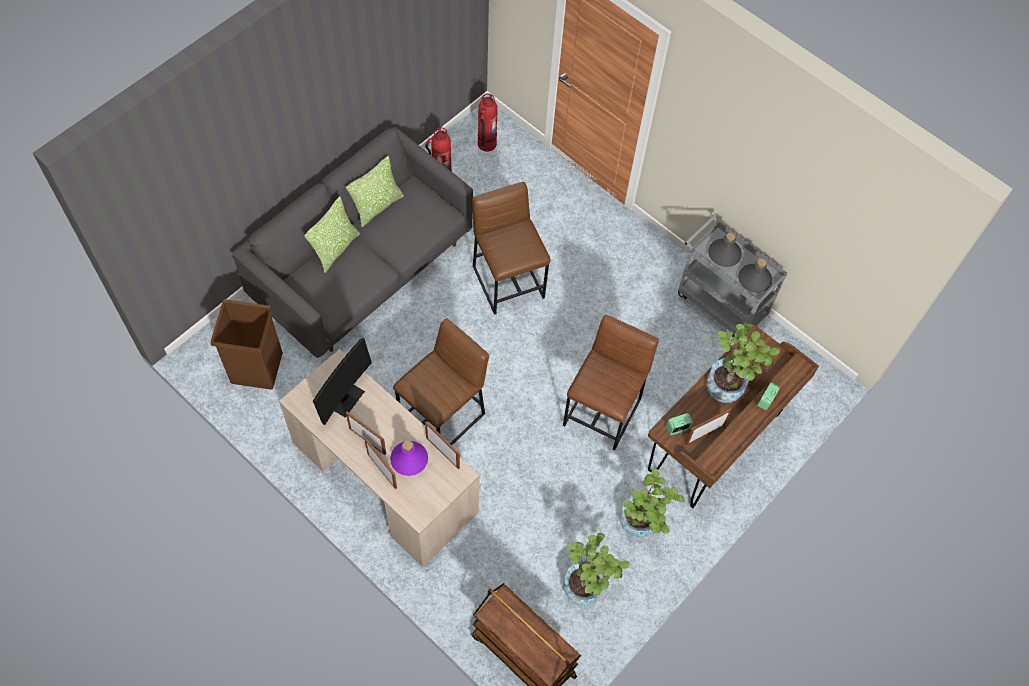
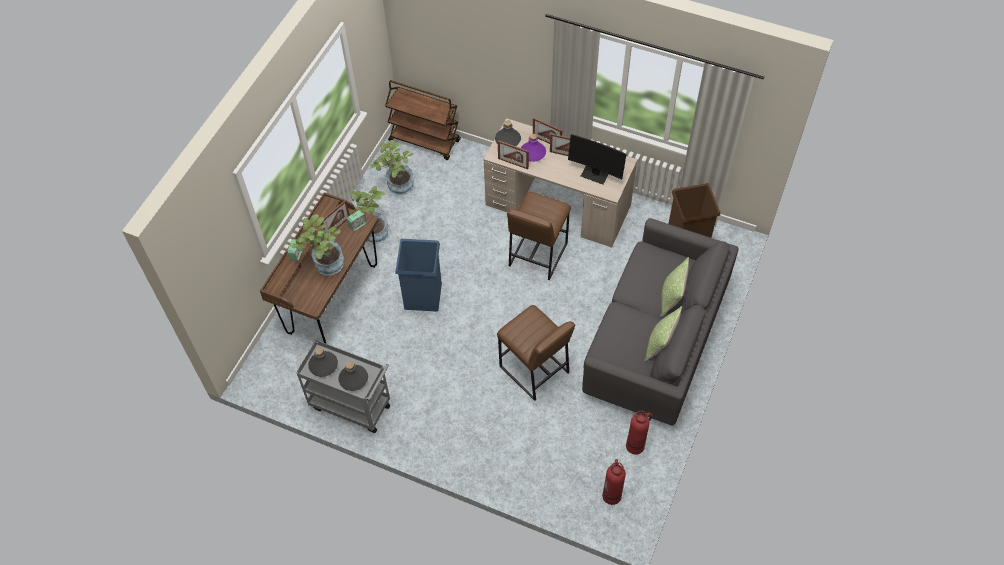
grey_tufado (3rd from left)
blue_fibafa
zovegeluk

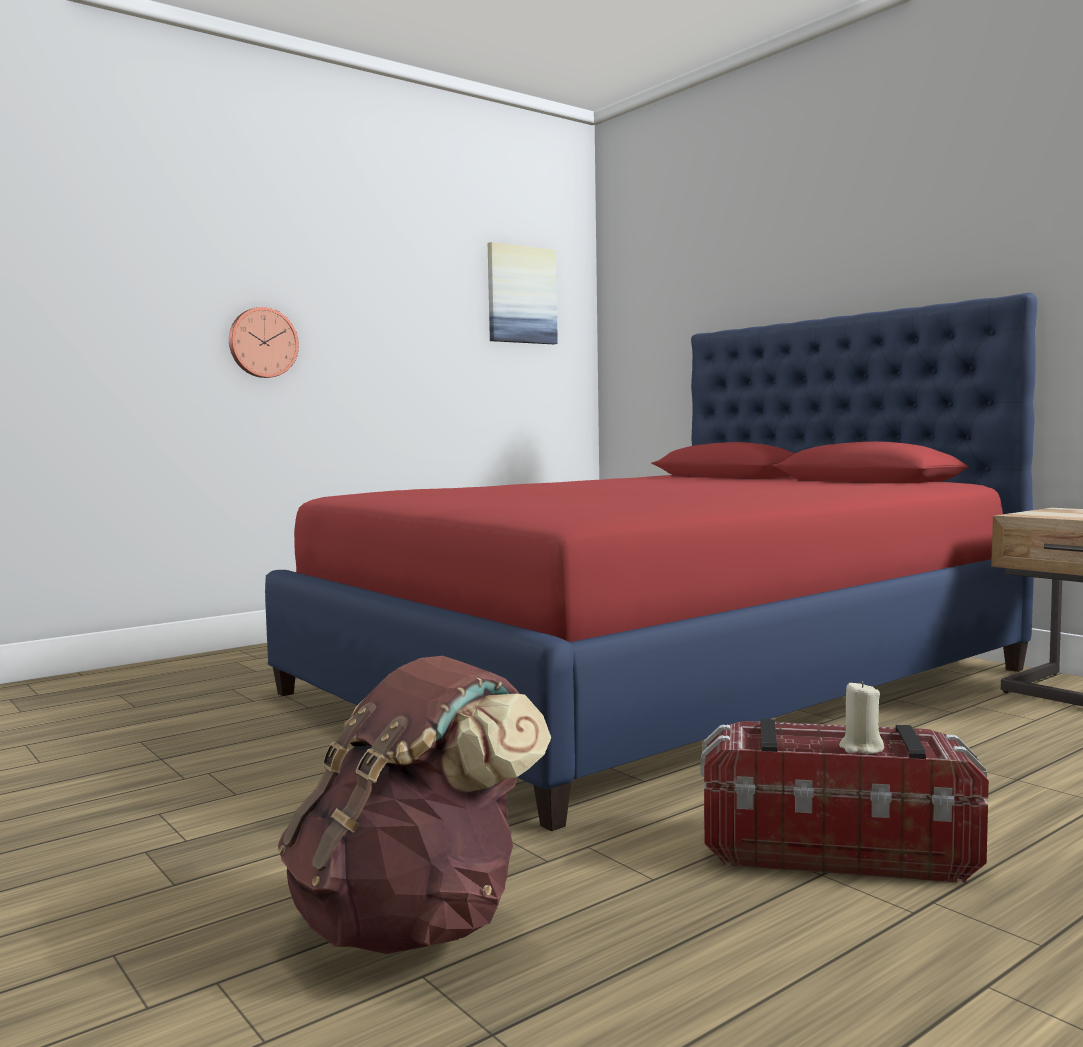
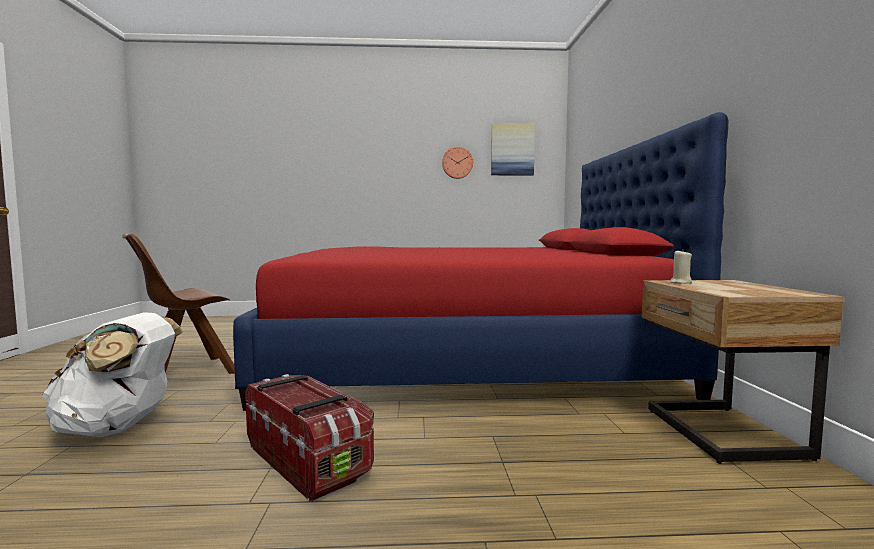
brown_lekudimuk
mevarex
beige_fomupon
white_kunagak

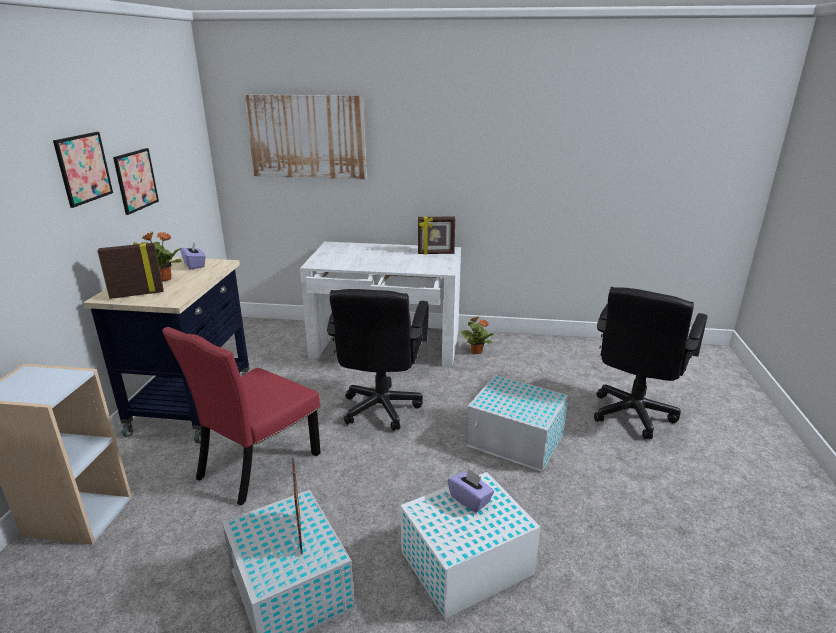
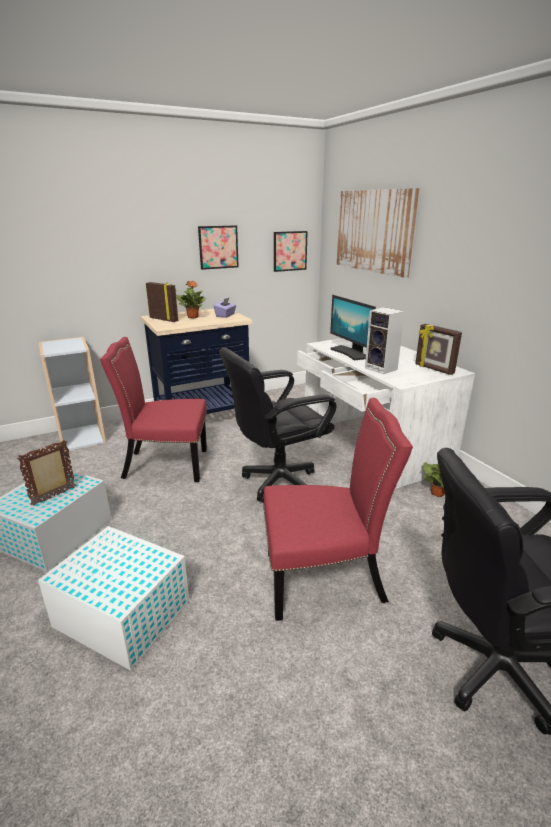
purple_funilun (2nd from left in the first image)
zovegeluk
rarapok
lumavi (2nd from left)
red_lekudimuk (2nd from left)

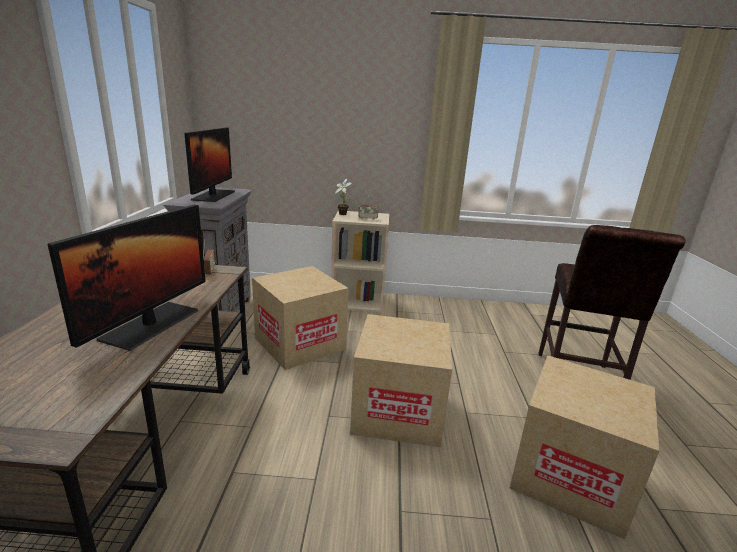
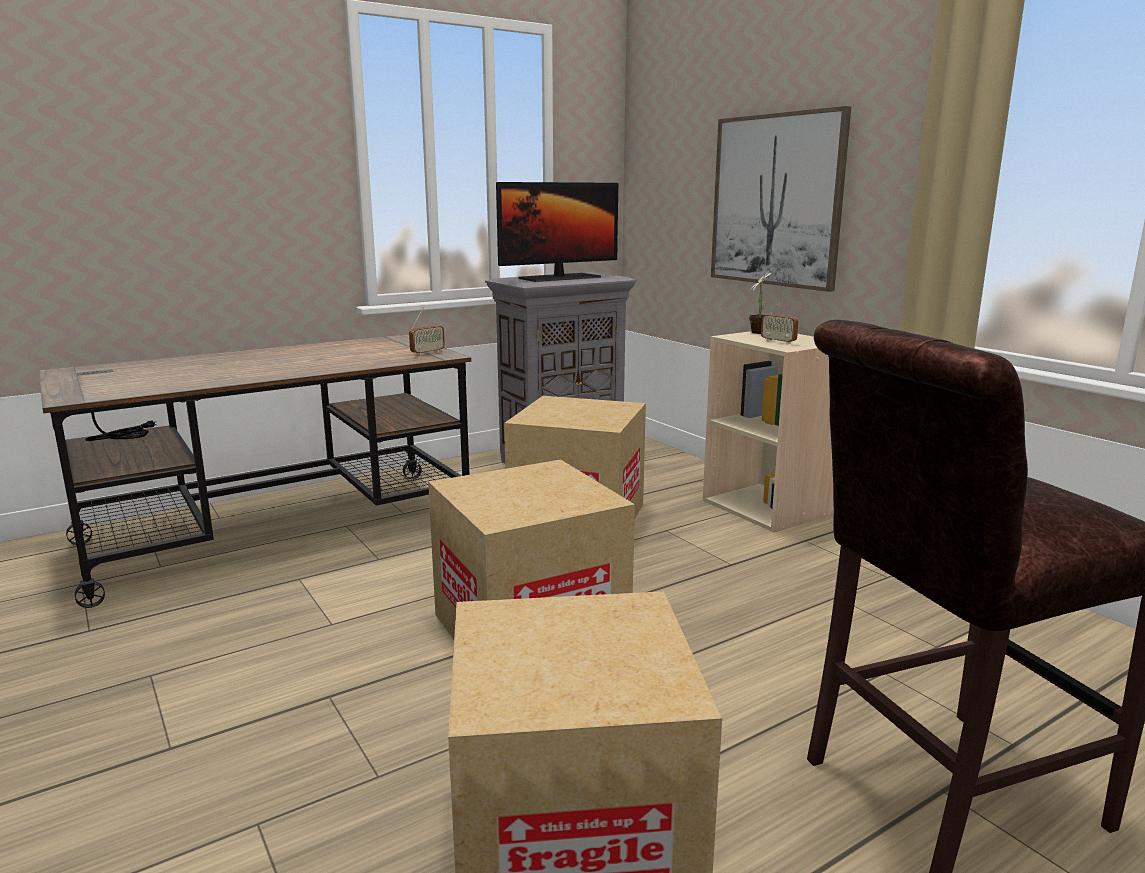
zovegeluk (1st from left in the first image)
lumavi

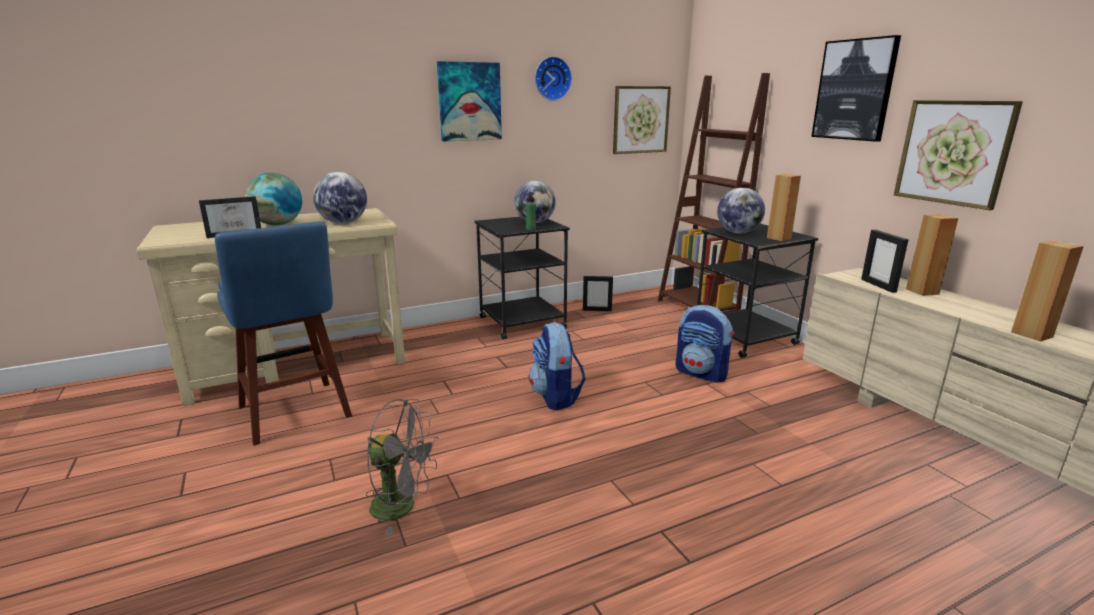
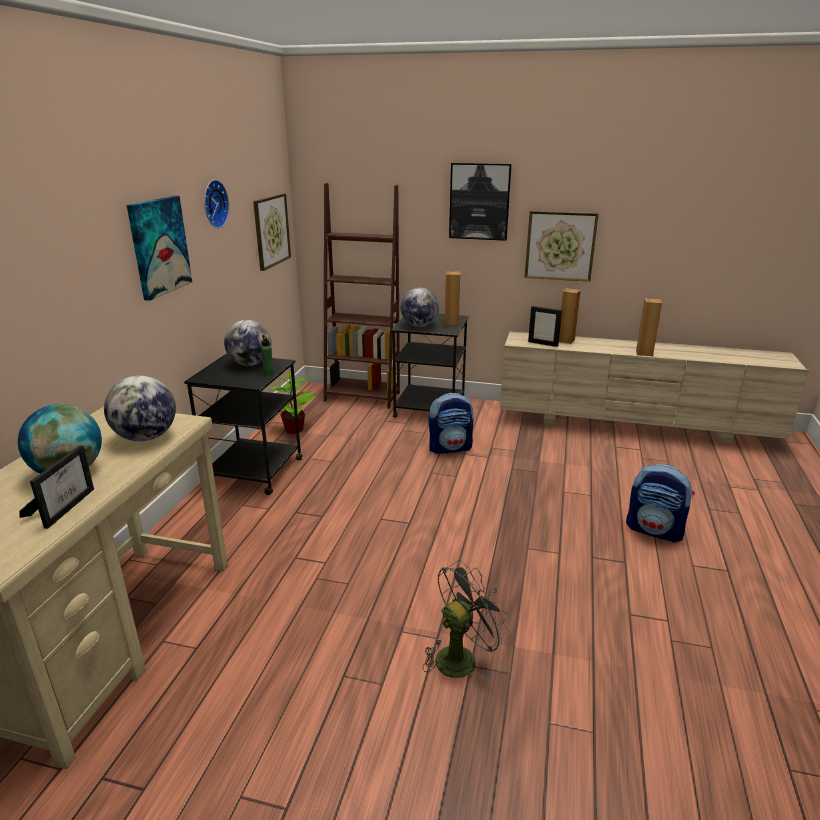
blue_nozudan
kunagak (2nd from left)
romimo

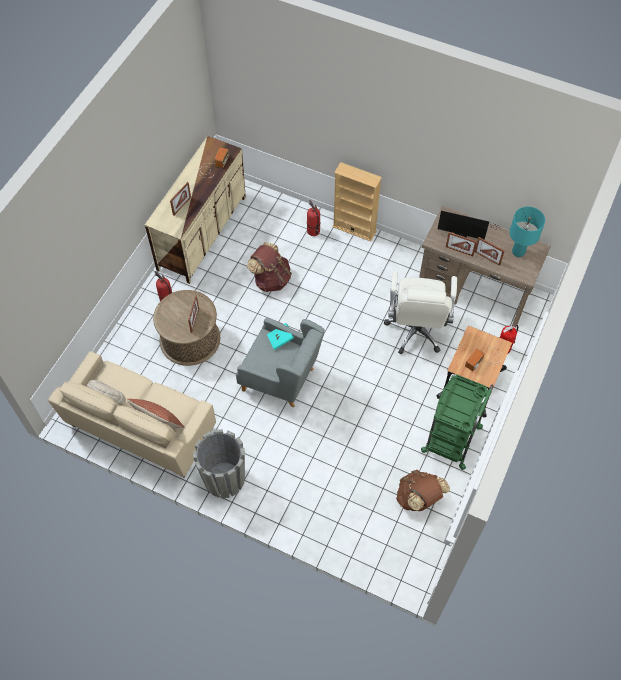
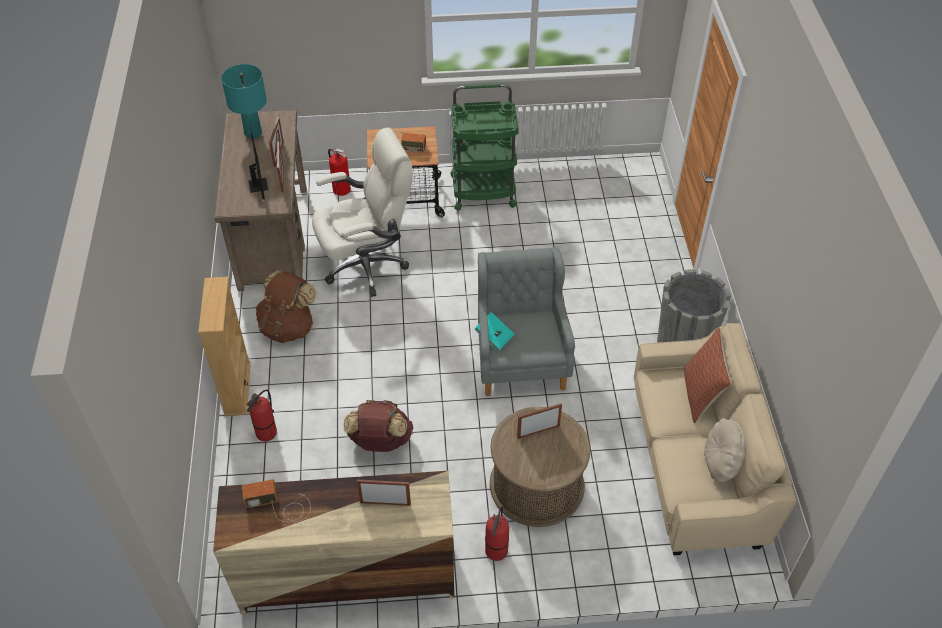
brown_kunagak (1st from left)

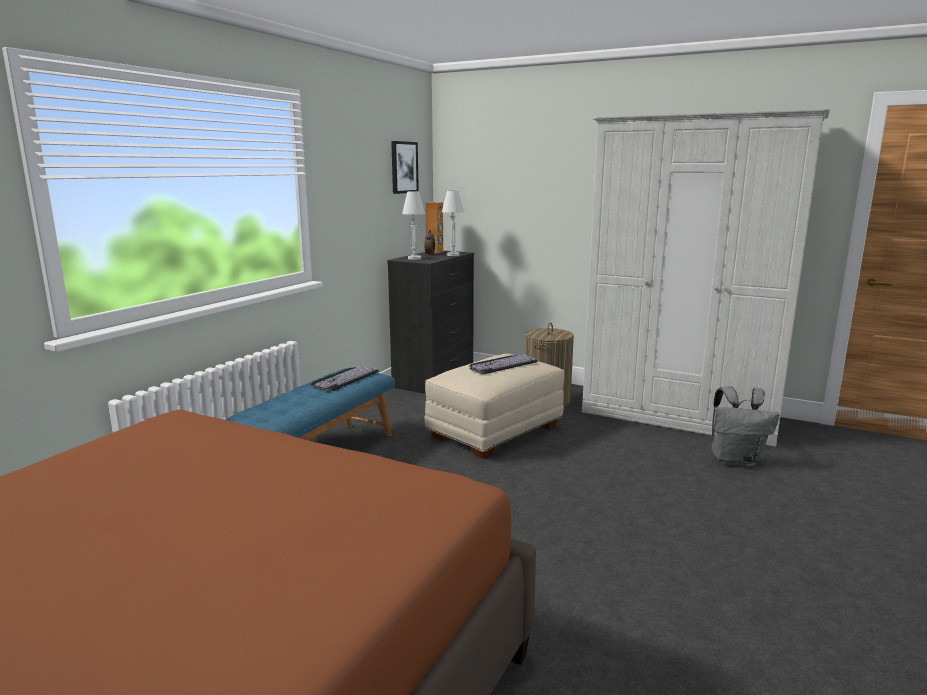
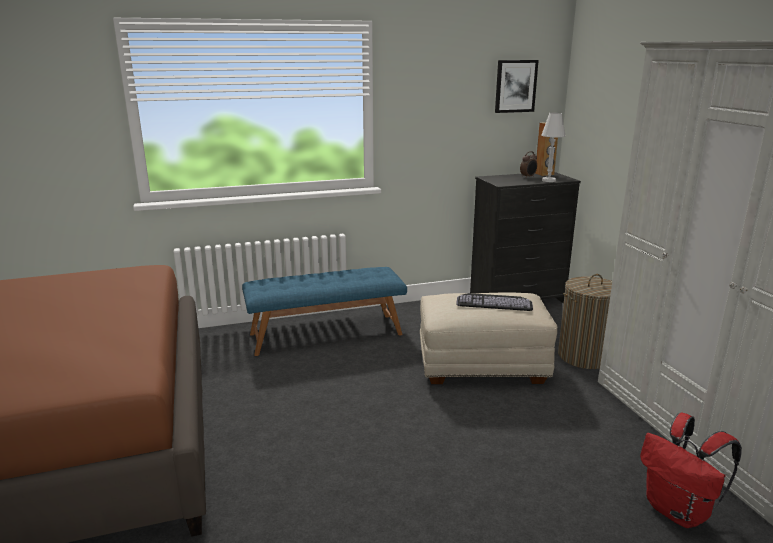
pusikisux (1st from left in the first image)
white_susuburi (1st from left in the first image)
red_kunagak

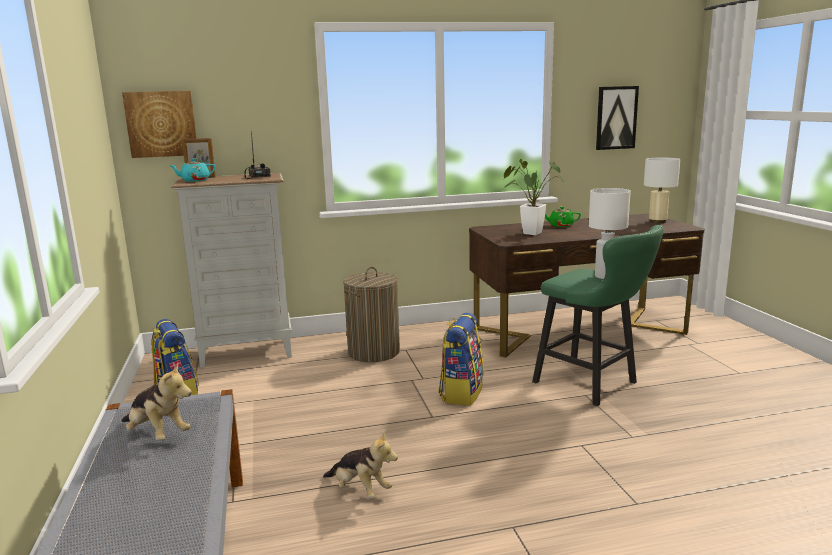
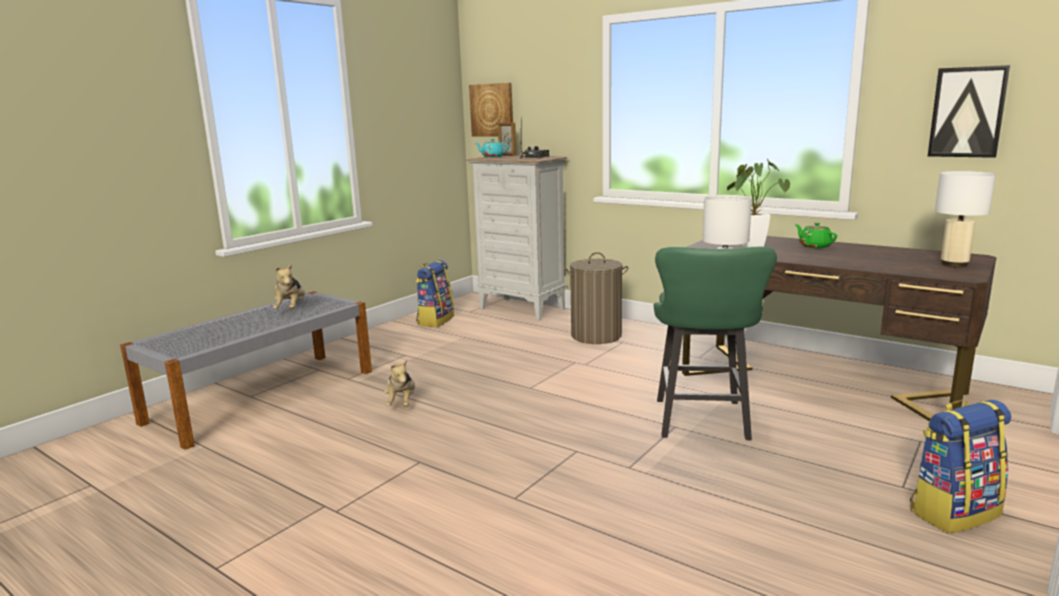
kunagak (2nd from left)

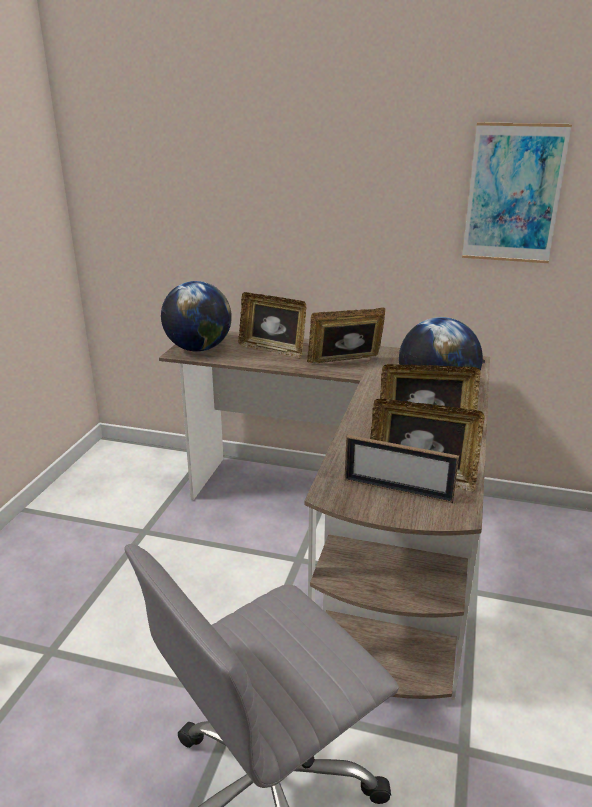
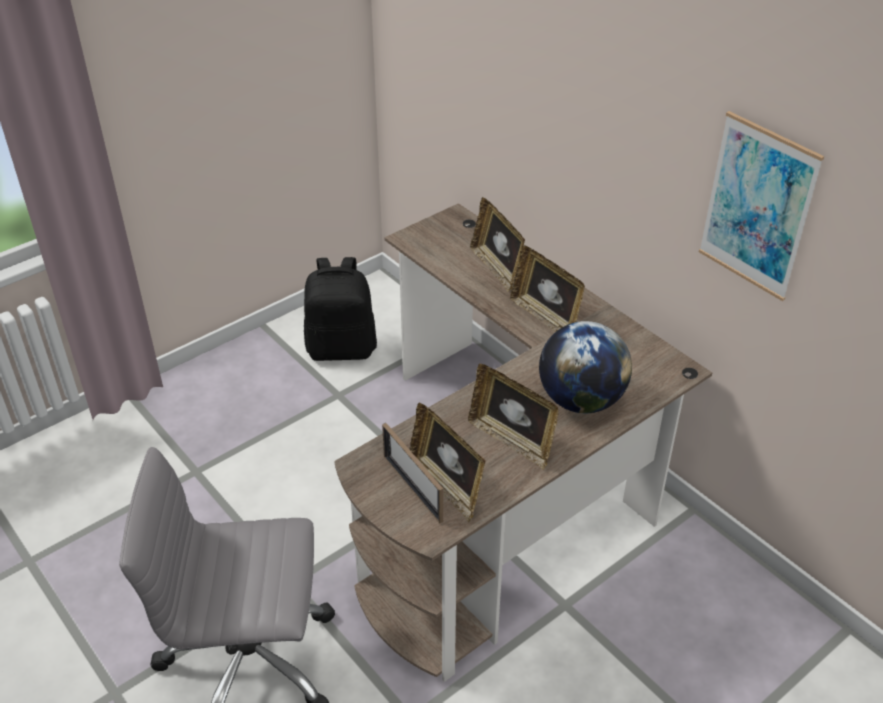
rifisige (1st from left in the first image)
black_kunagak
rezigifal (5th from left)

